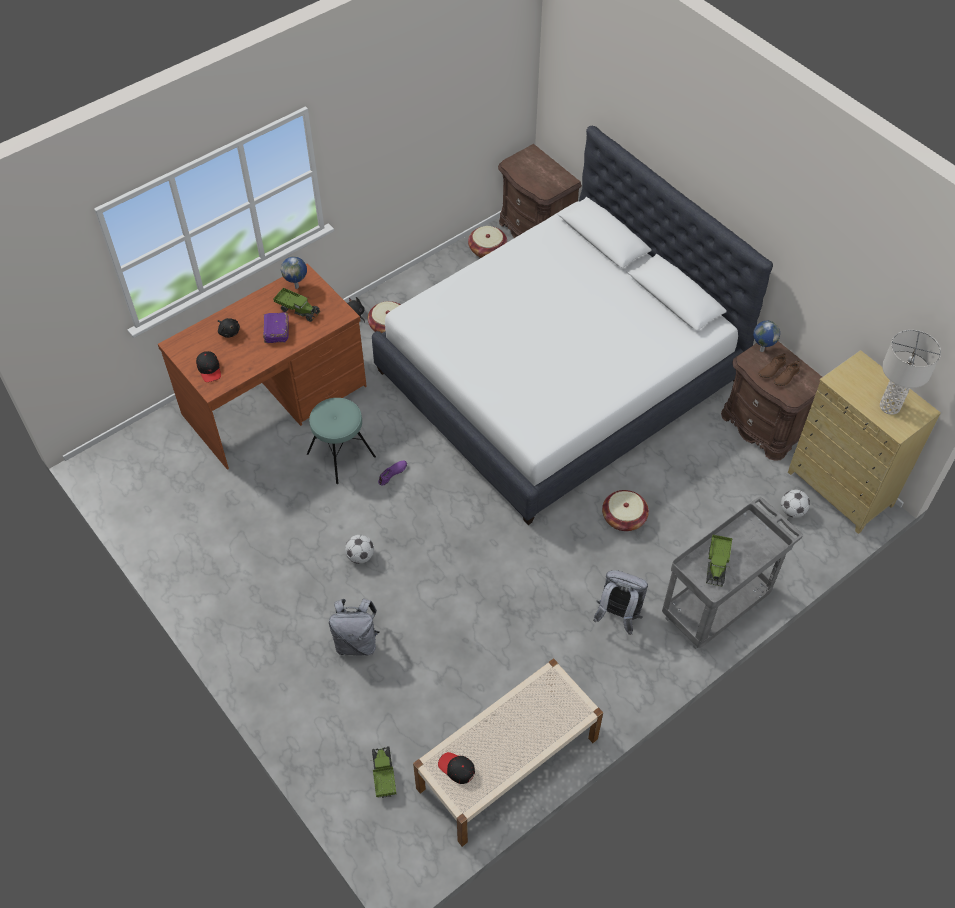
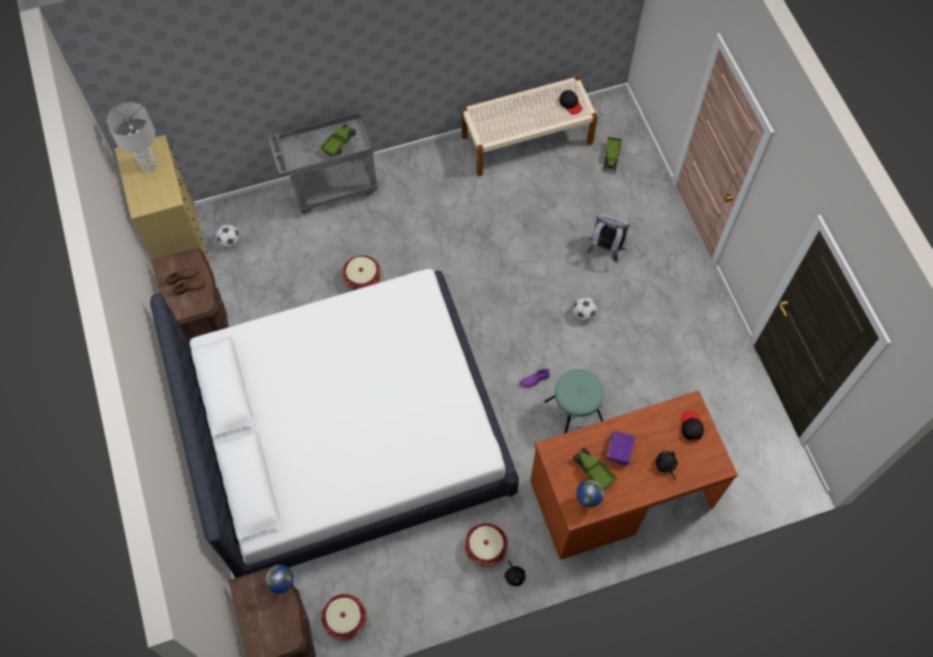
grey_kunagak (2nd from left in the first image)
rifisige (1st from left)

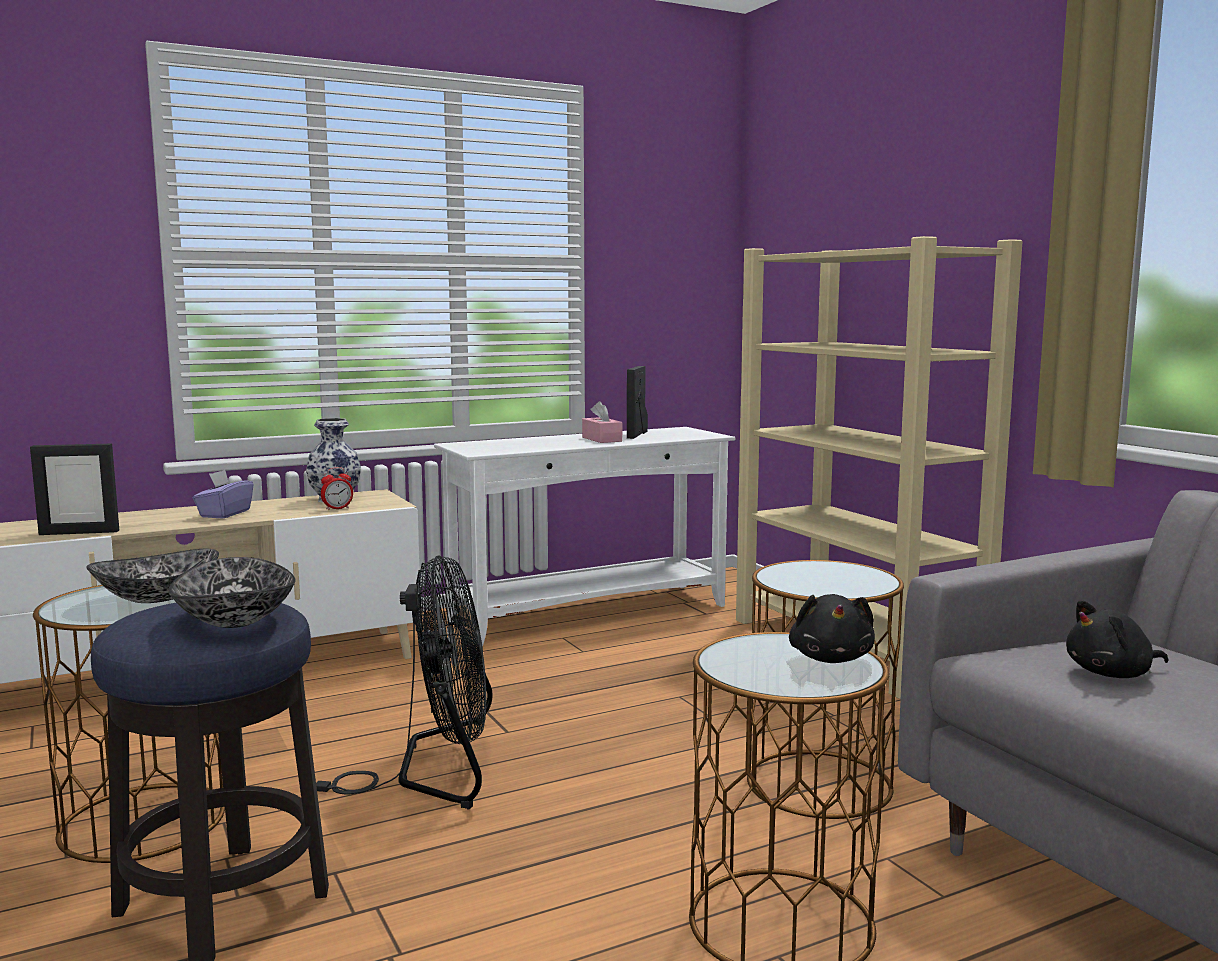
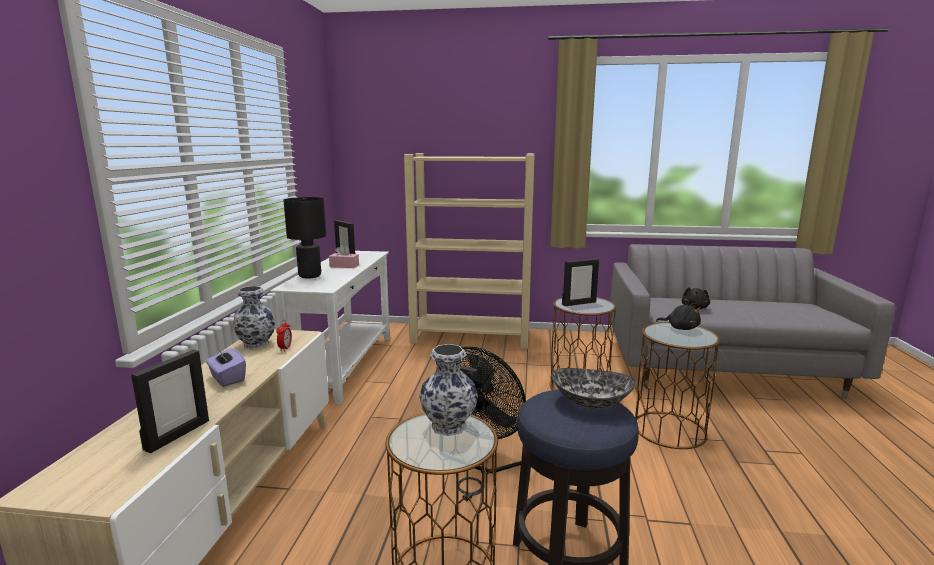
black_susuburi
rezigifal (3rd from left)
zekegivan (2nd from left)

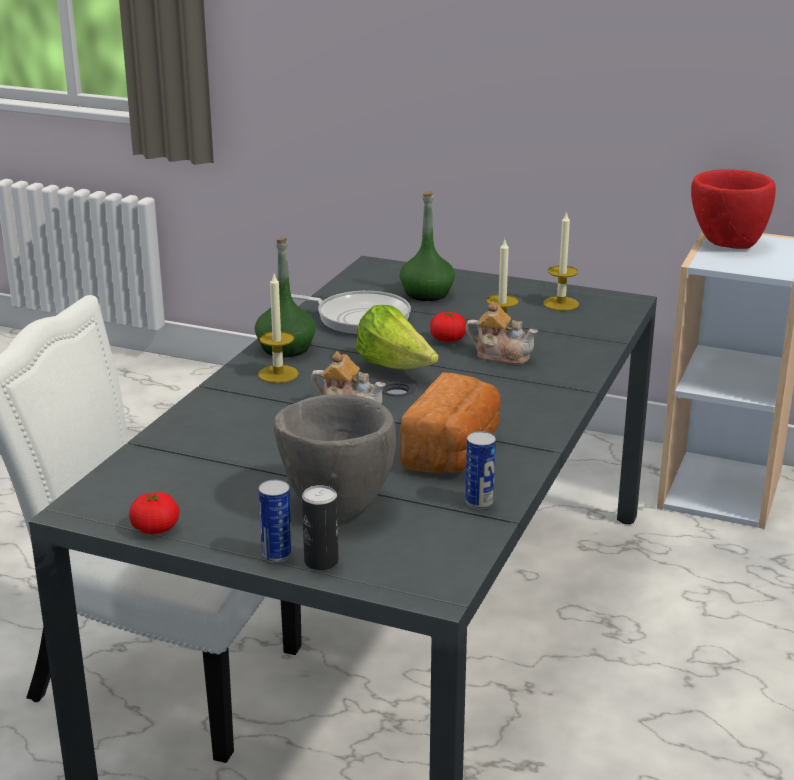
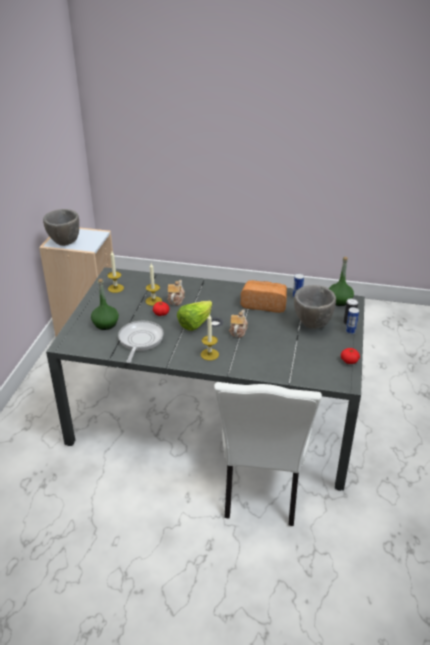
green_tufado (2nd from left)
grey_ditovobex (1st from left)

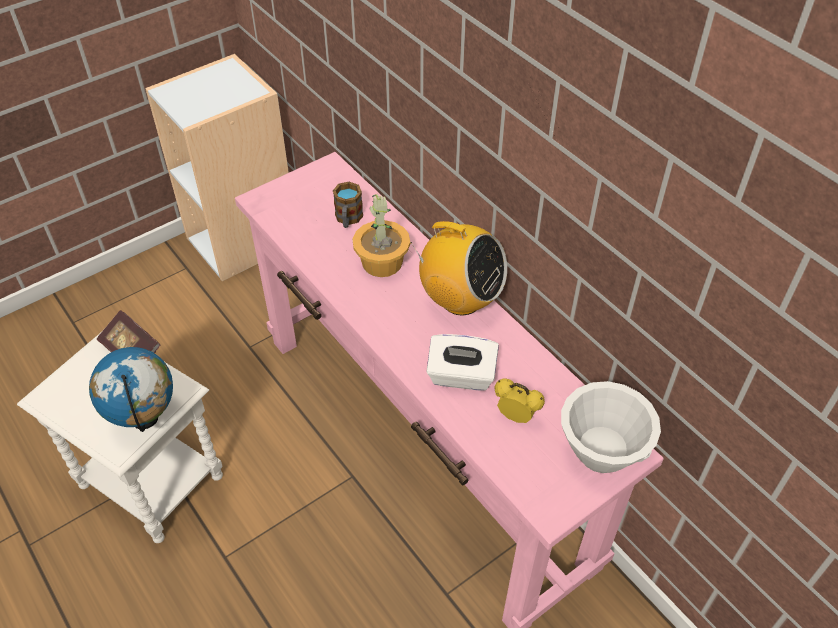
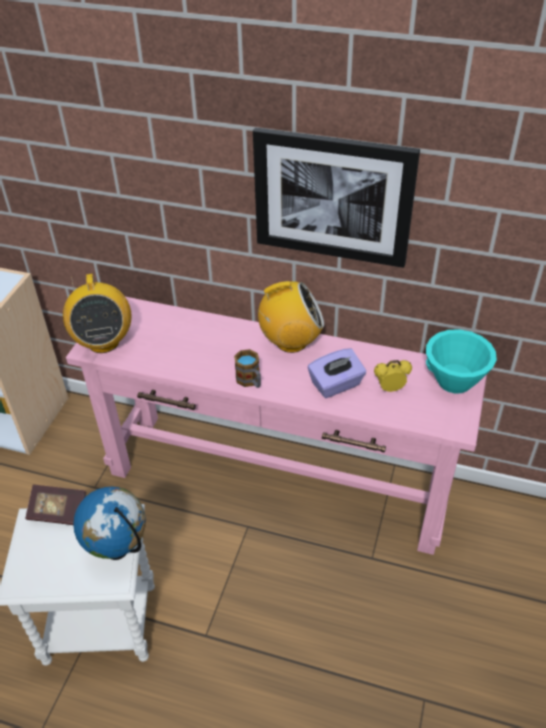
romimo
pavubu (1st from left)
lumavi
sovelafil
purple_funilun
turquoise_ditovobex

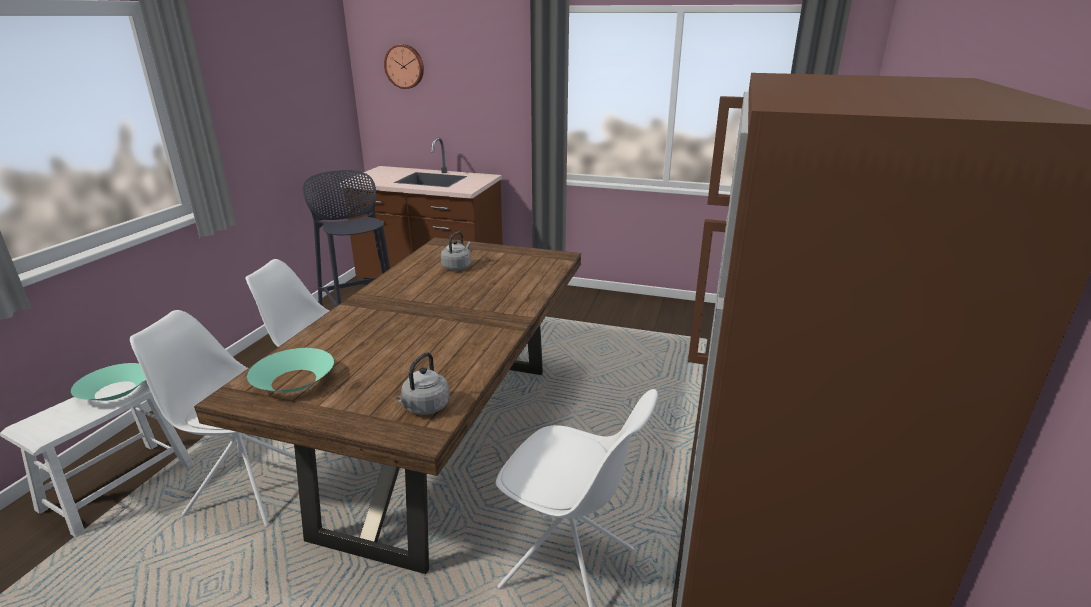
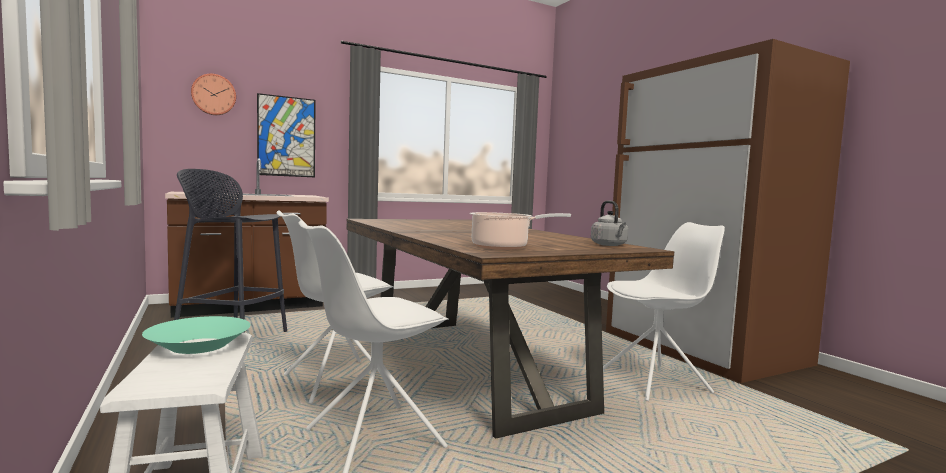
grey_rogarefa (2nd from left in the first image)
lumavi
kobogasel

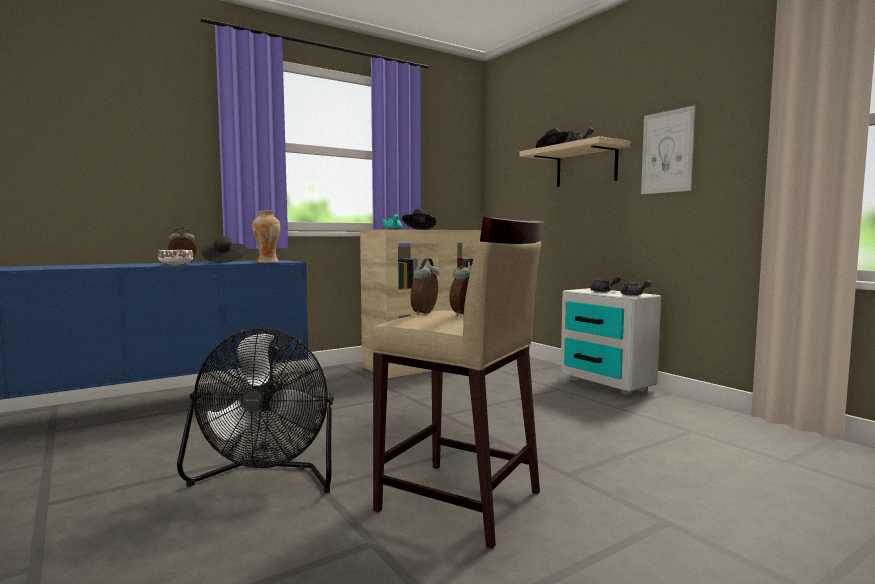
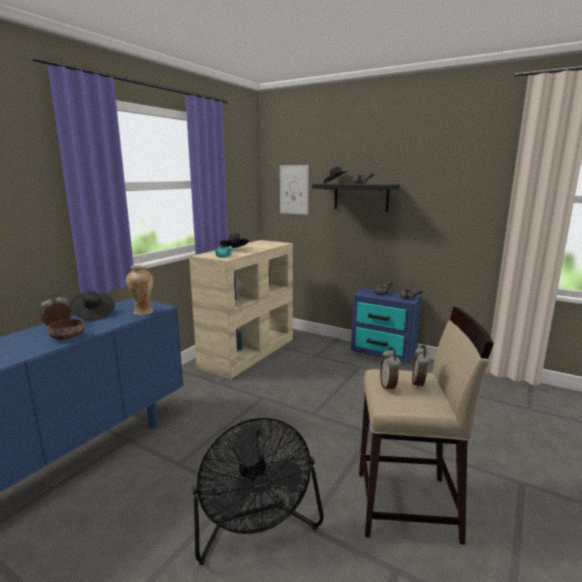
lumavi
brown_ditovobex
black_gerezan
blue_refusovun

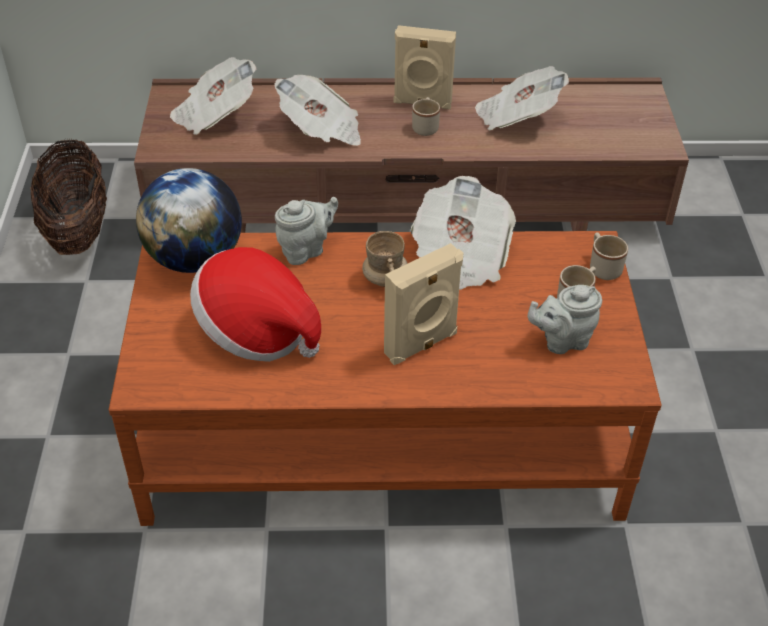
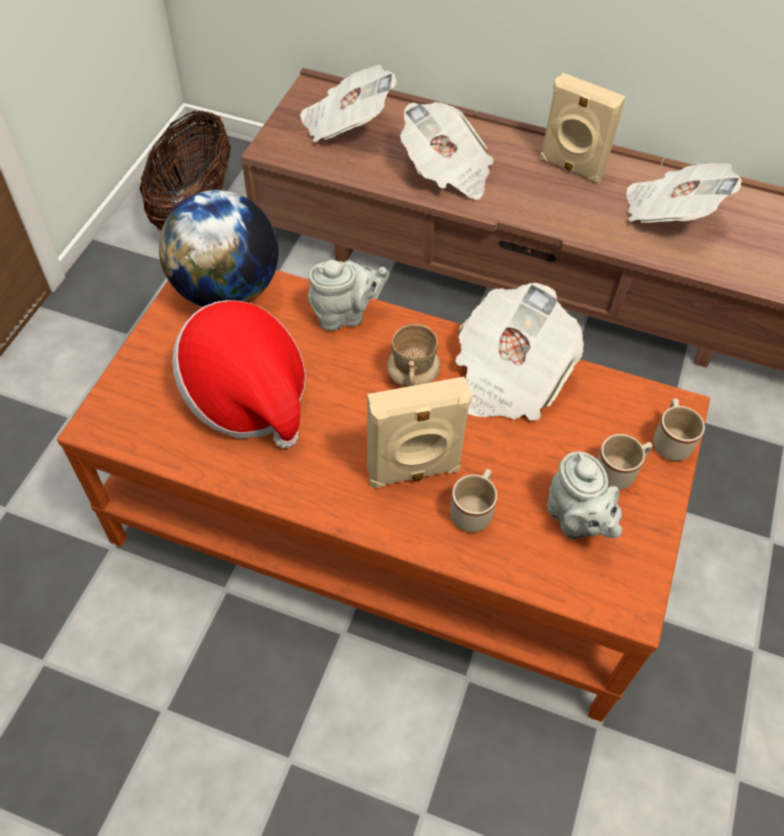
beige_sovelafil (2nd from left)
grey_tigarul (2nd from left)

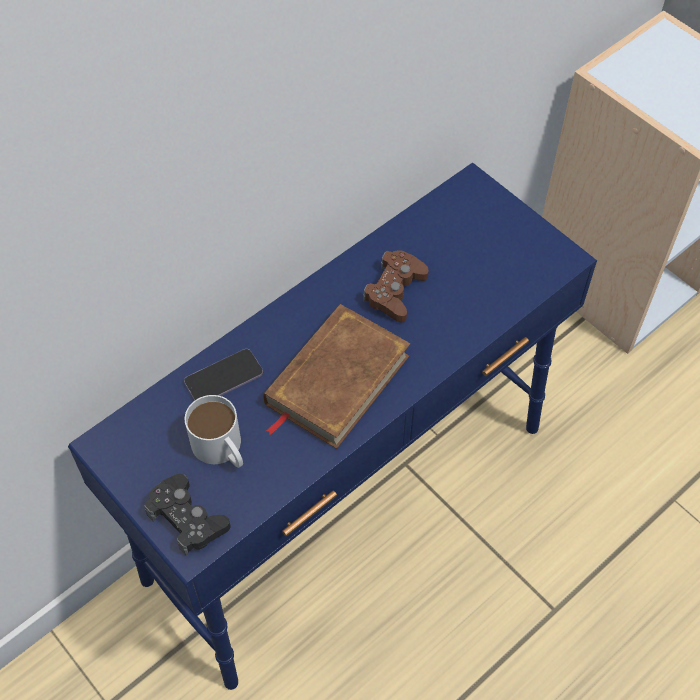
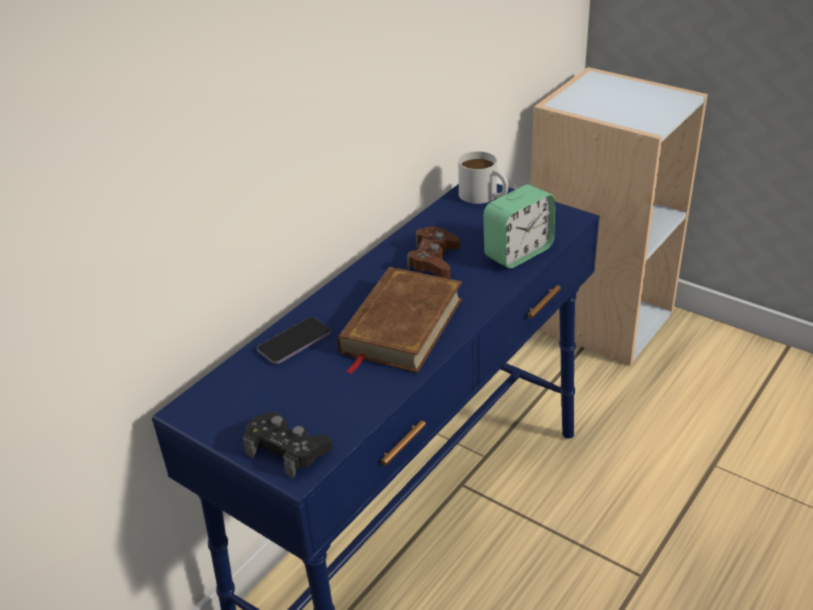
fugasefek
white_sovelafil

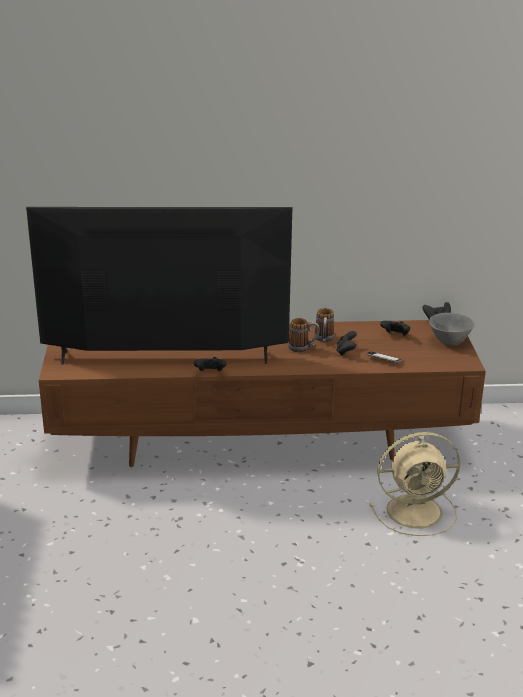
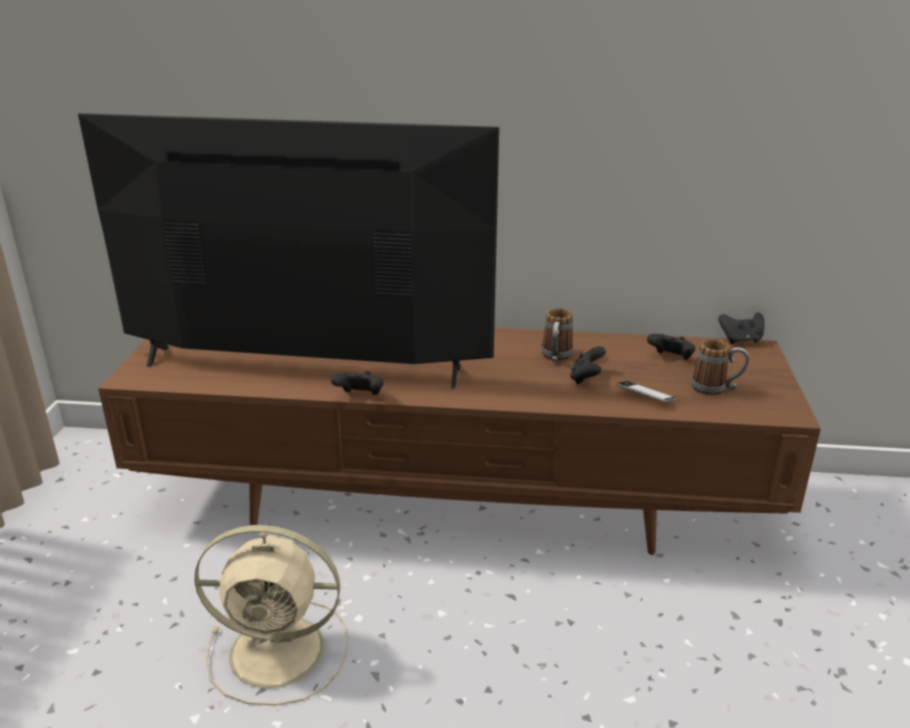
grey_ditovobex
sovelafil (2nd from left)
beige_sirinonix

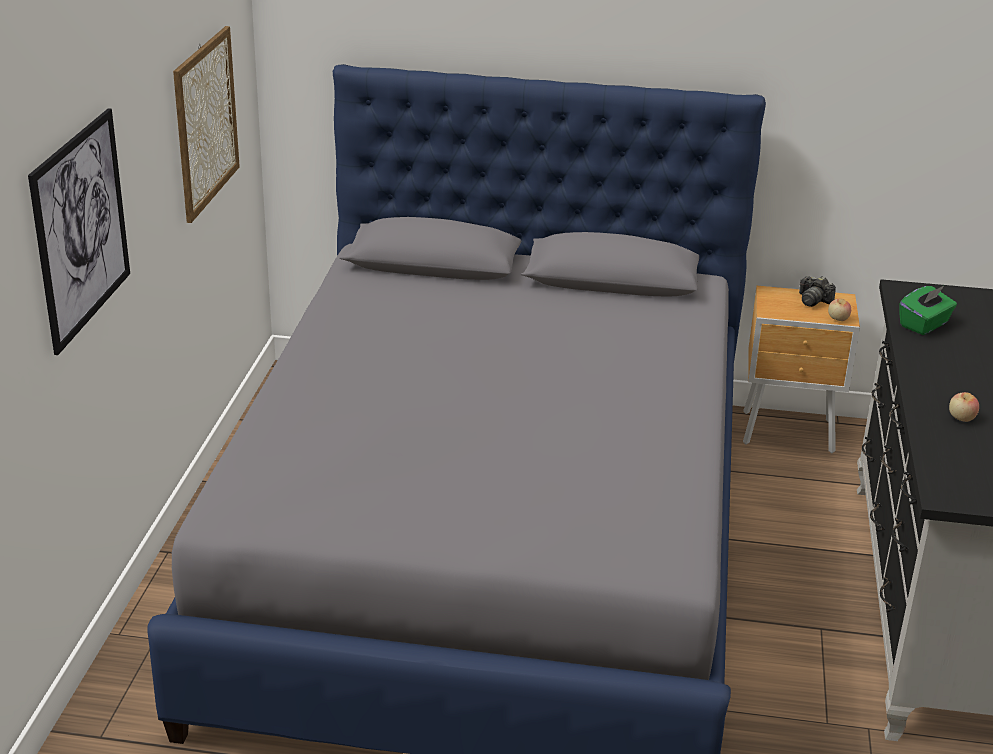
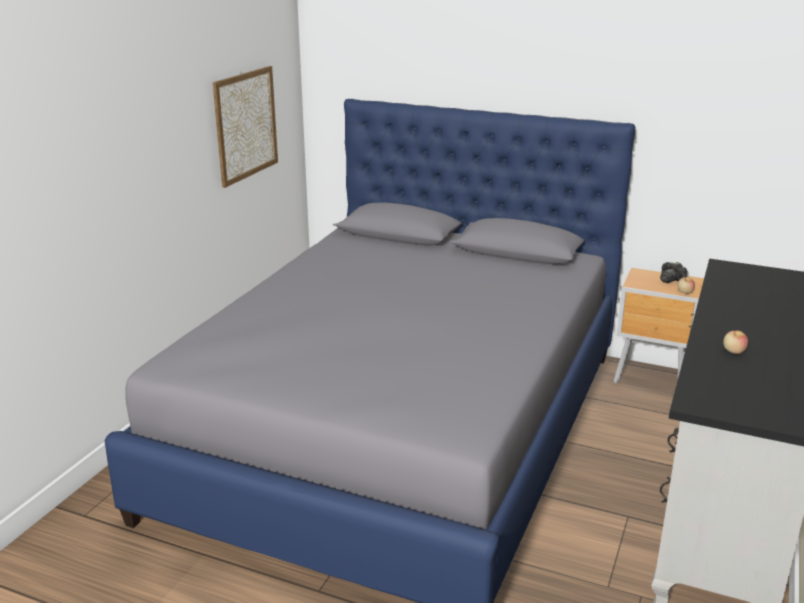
lumavi (1st from left in the first image)
green_funilun

